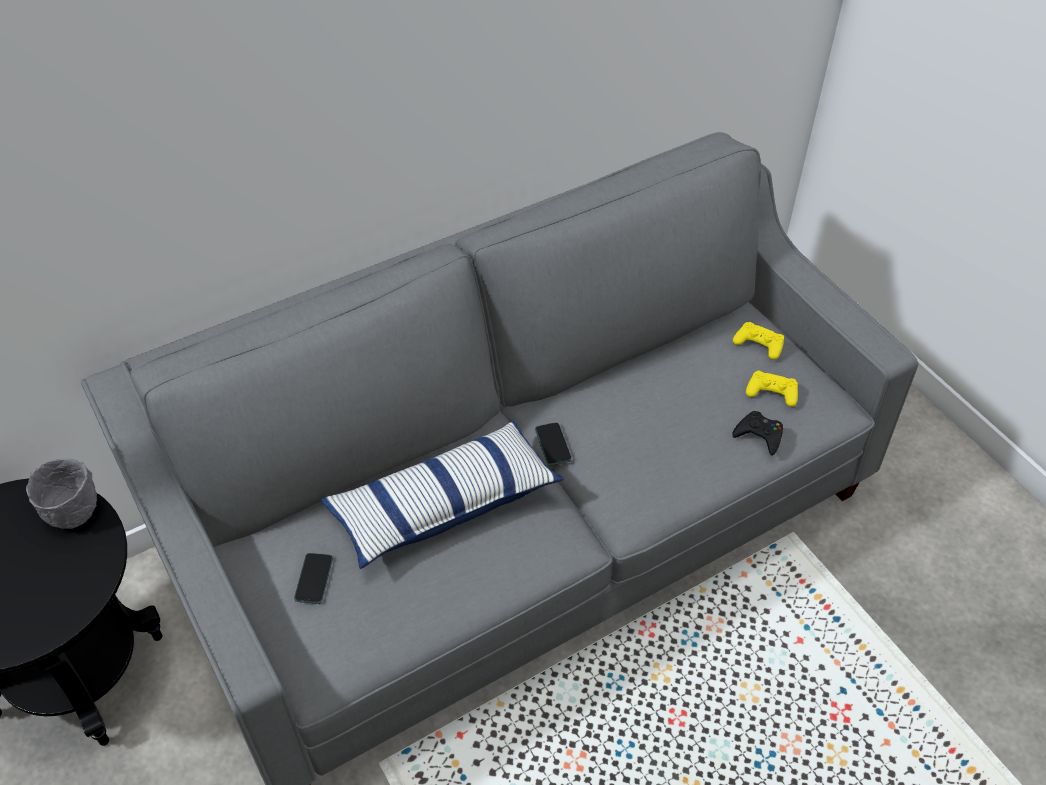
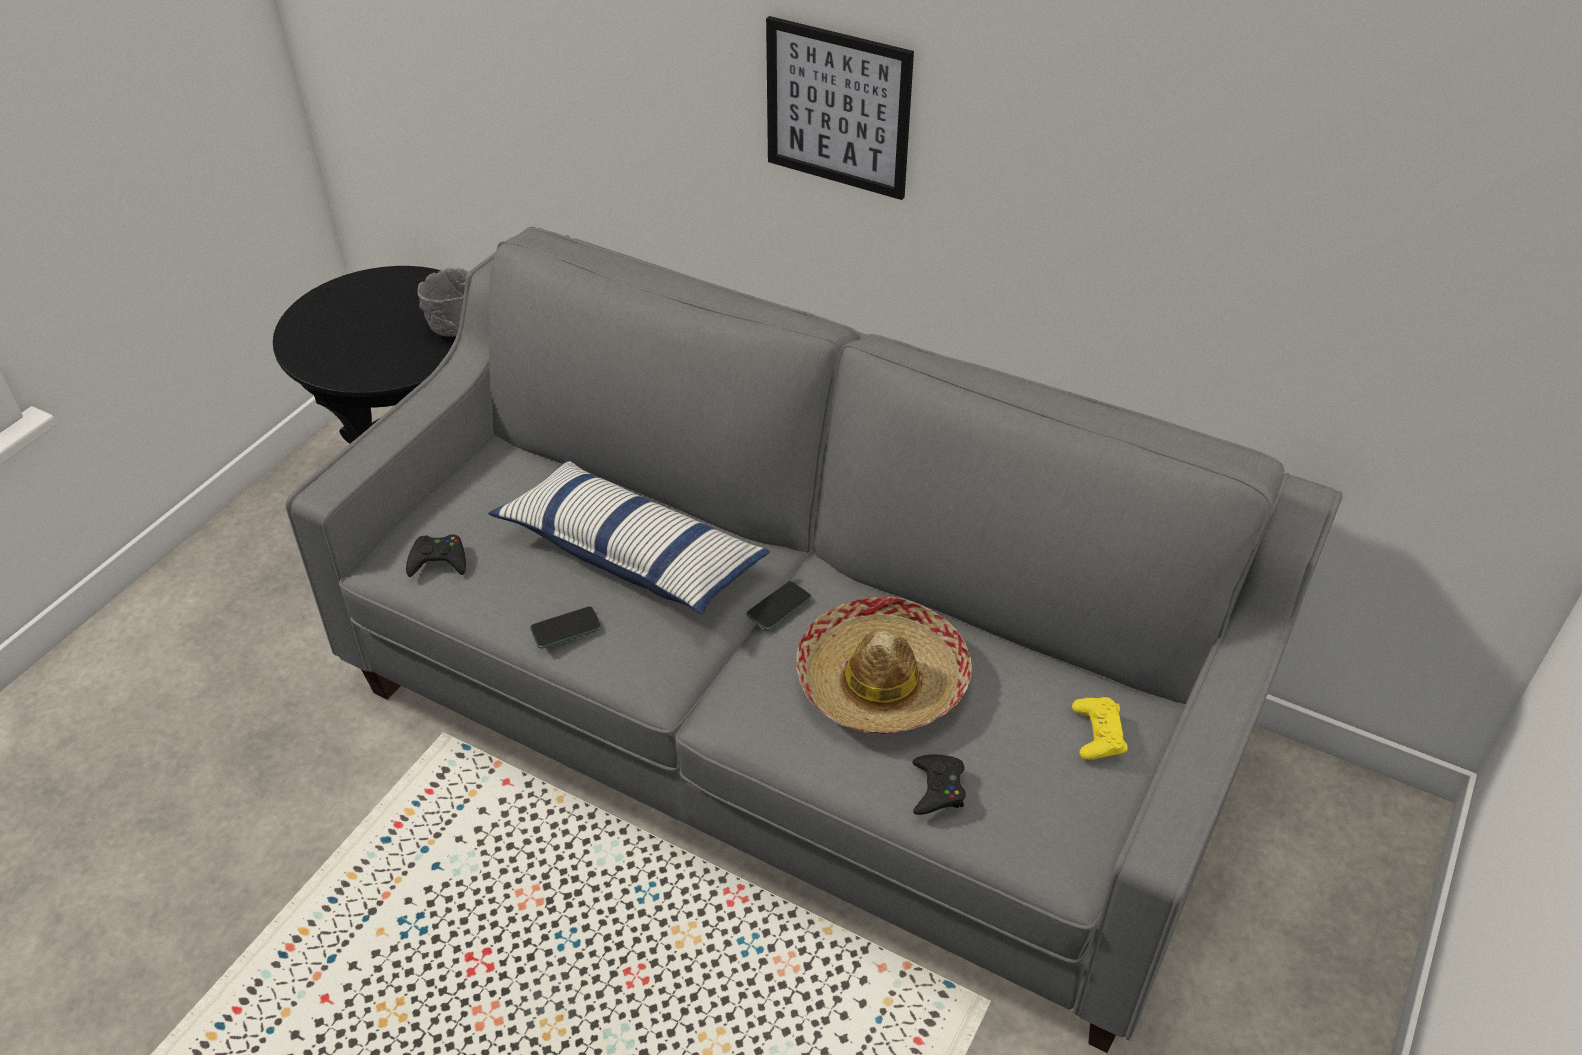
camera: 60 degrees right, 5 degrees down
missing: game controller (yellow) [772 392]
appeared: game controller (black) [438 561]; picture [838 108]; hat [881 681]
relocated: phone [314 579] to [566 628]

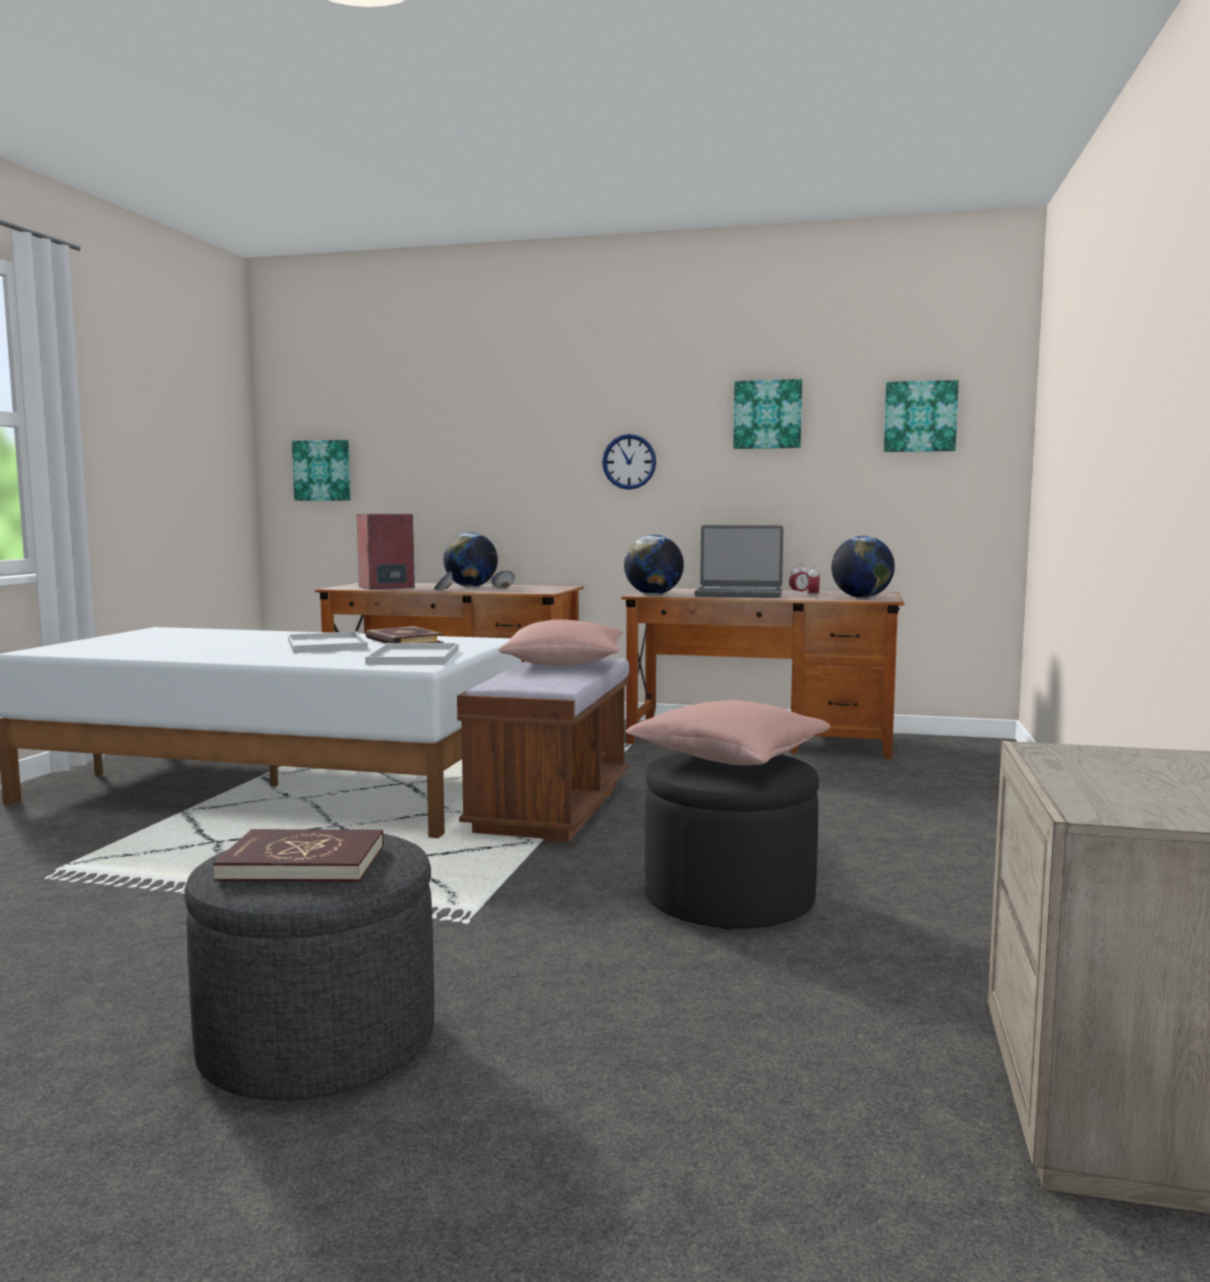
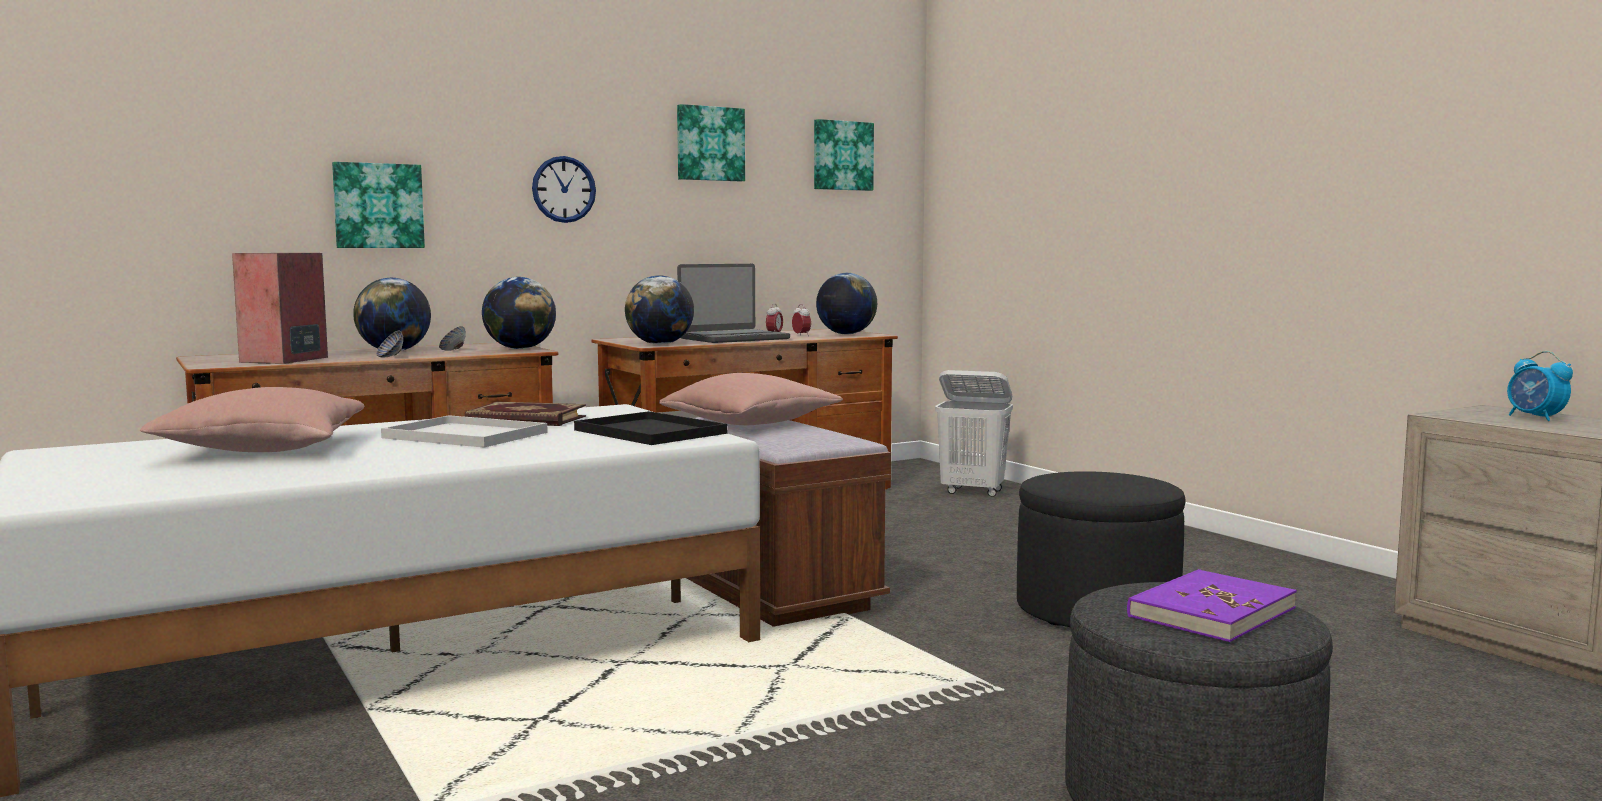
camera: 45 degrees left, 0 degrees up
appeared: globe [520 348]; laundry basket (white) [973 492]; alarm clock [1535 418]
relocated: picture [322 470] to [378 206]; pillow (pink) [729 758] to [263 449]
colour: book (red) [303 863] to book (purple) [1211 612]; tray (white) [415 657] to tray (black) [653 432]

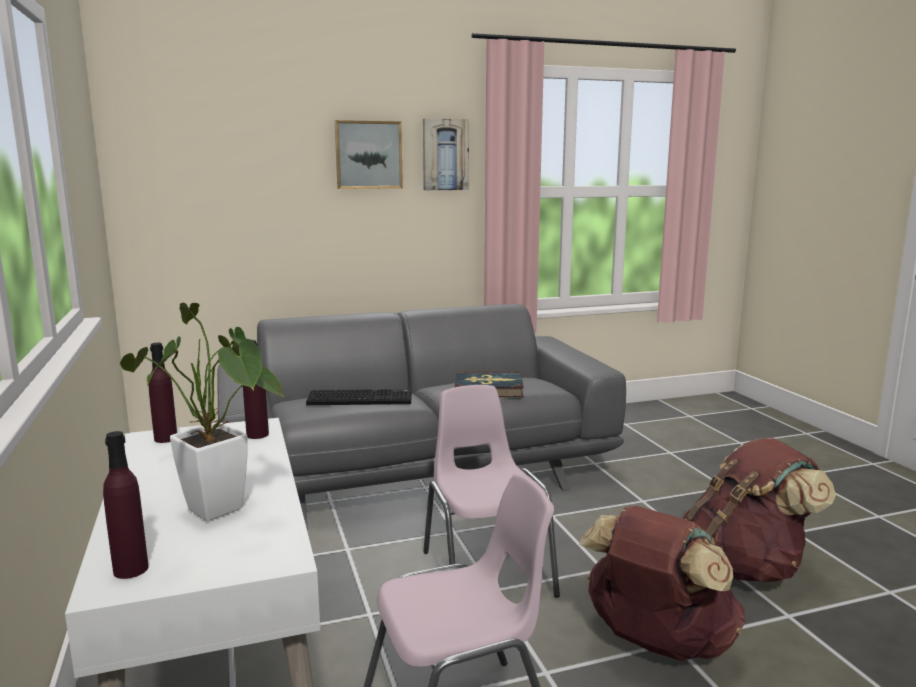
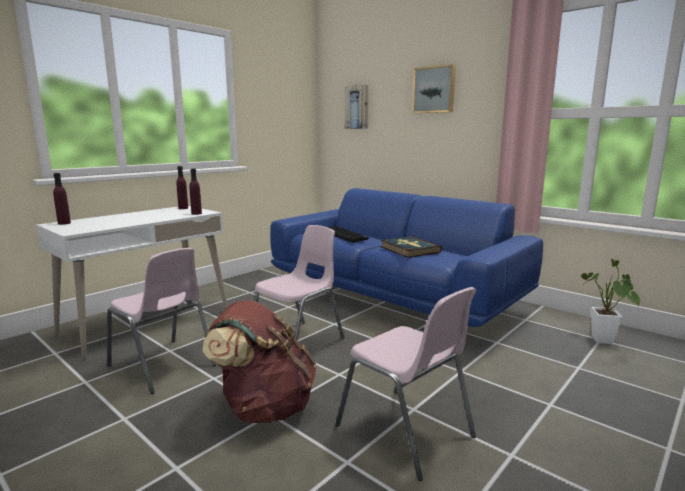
camera: 60 degrees right, 0 degrees up
relocated: potted plant [221 514] to [603 342]; picture [445 155] to [357 107]
exchanged: backpack (brown) [746 567] to chair (pink) [406 432]
colour: sofa (grey) [419 471] to sofa (blue) [393 299]

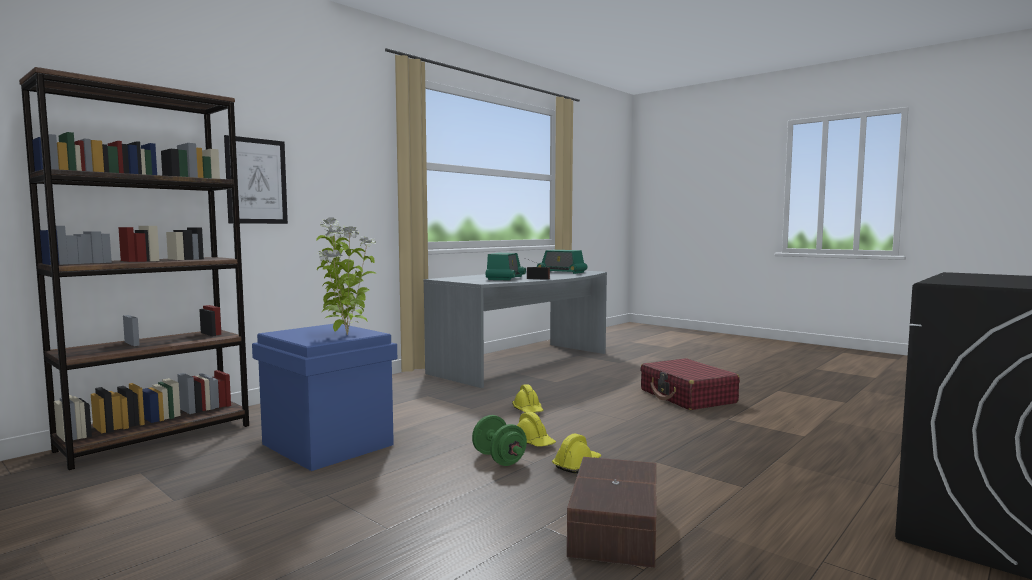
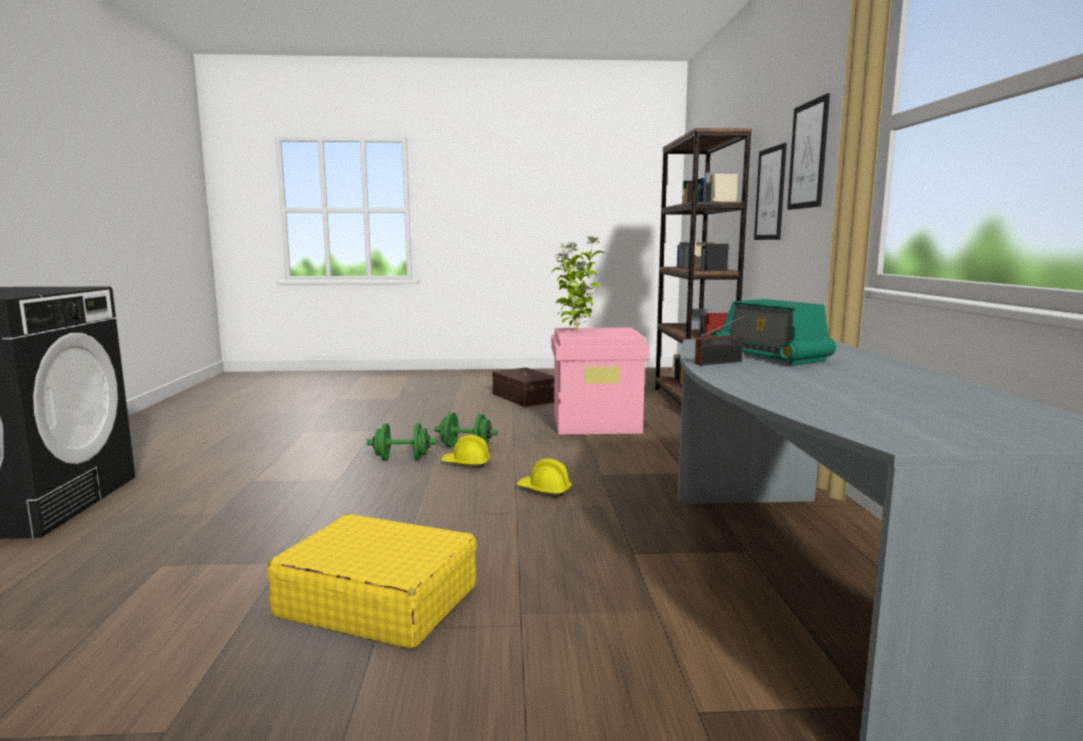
camera: 135 degrees right, 5 degrees up
missing: radio [562 272]
appeared: picture [808 155]
relocated: storage box (brown) [612 529] to [526 397]
exchanged: hard hat (yellow) [577 465] to dumbbell (green) [402 459]
colour: storage box (blue) [326 444] to storage box (pink) [597 423]; suitcase (red) [687 396] to suitcase (yellow) [377 601]

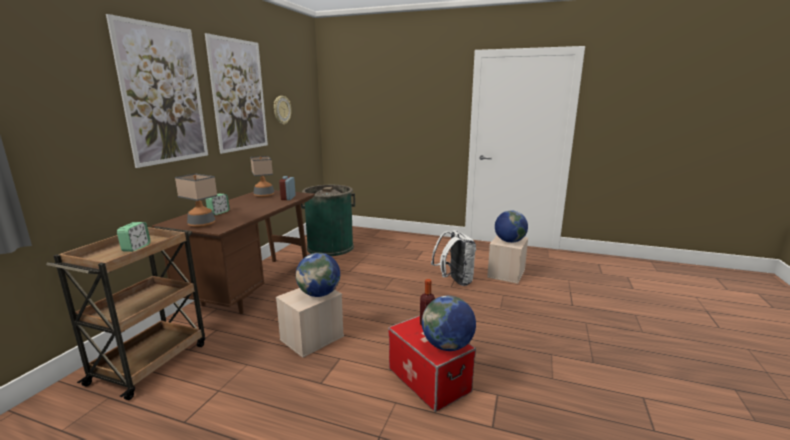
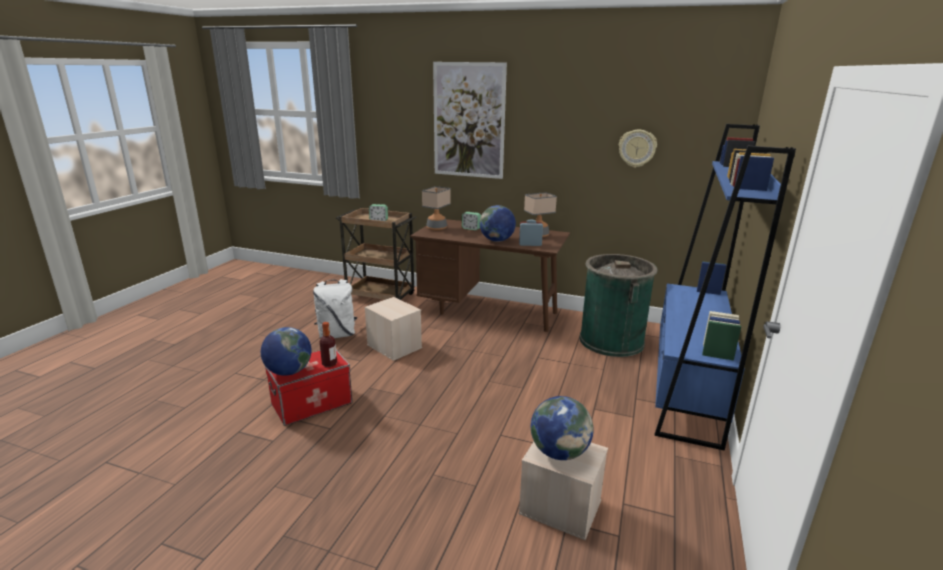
camera: 90 degrees right, 5 degrees up
missing: picture [239 95]
appeared: bookcase (blue) [686 389]
relocated: globe [319 294] to [497 240]; backpack (white) [454 281] to [337 334]

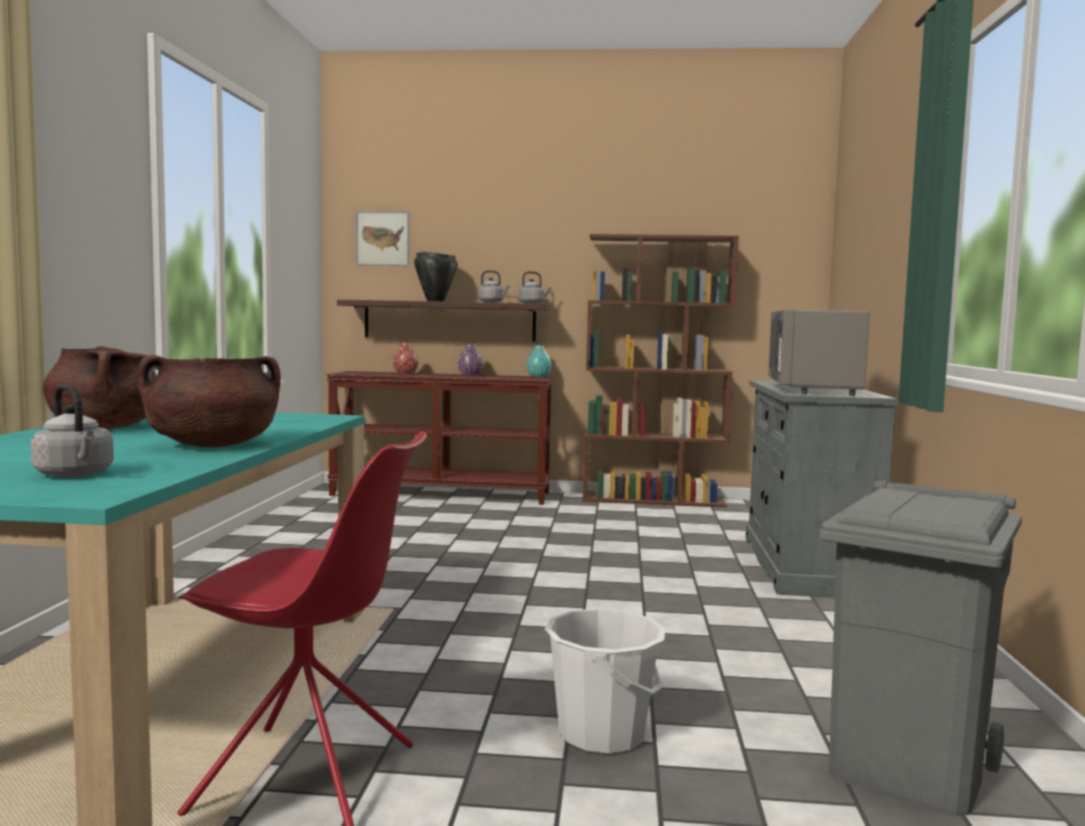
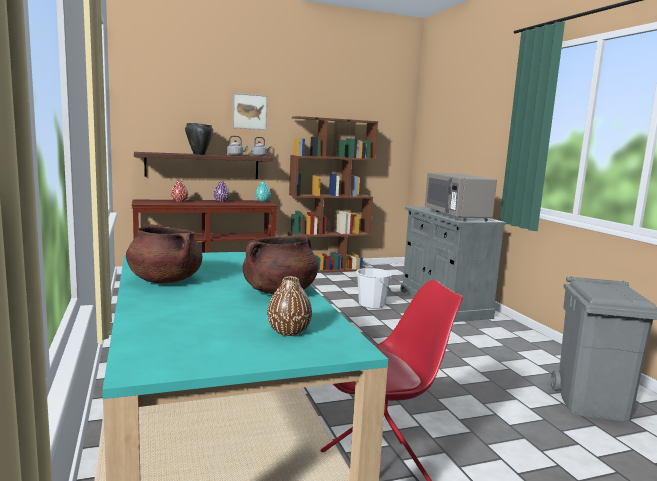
camera: 25 degrees left, 5 degrees up
relocated: picture [382 238] to [249 111]; bucket (white) [602 734] to [372 304]
exchanged: kettle (grey) [75 475] to vase (brown) [289 331]

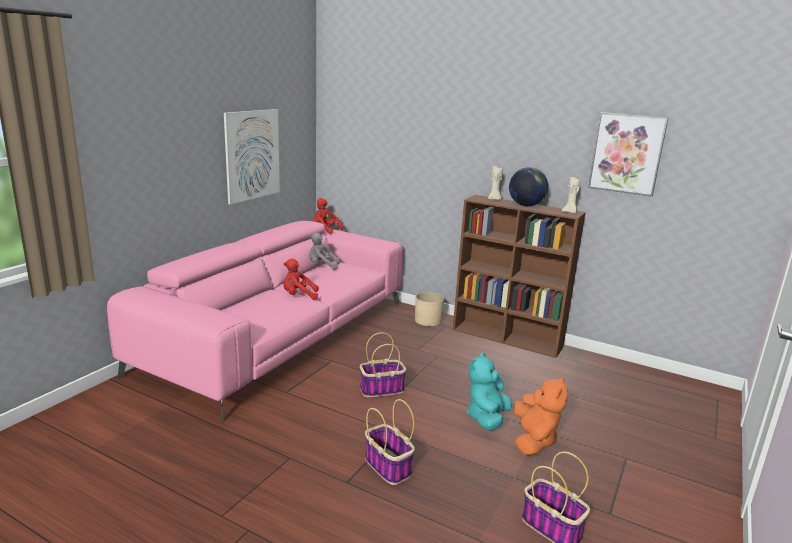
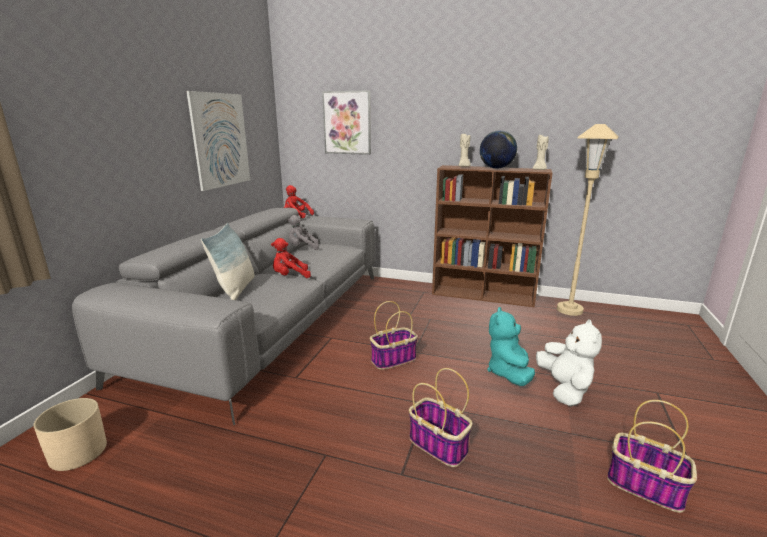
camera: 10 degrees left, 0 degrees up
appeared: pillow [236 290]; floor lamp (beige) [569 310]
relocated: planter (beige) [428 320] to [79 452]; picture [626 153] to [347 123]
colour: sofa (pink) [279 335] to sofa (grey) [270 320]; plush toy (orange) [533 440] to plush toy (white) [564 389]

